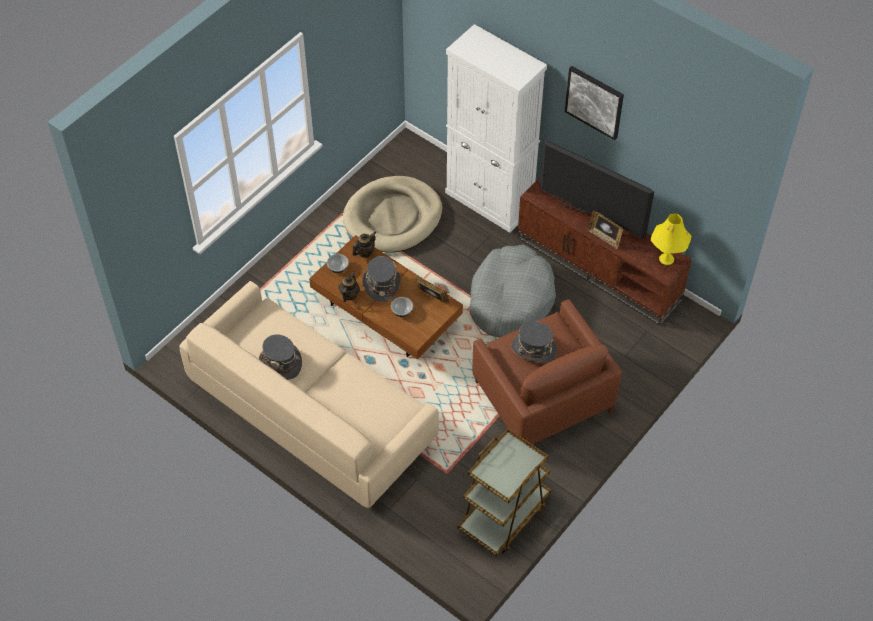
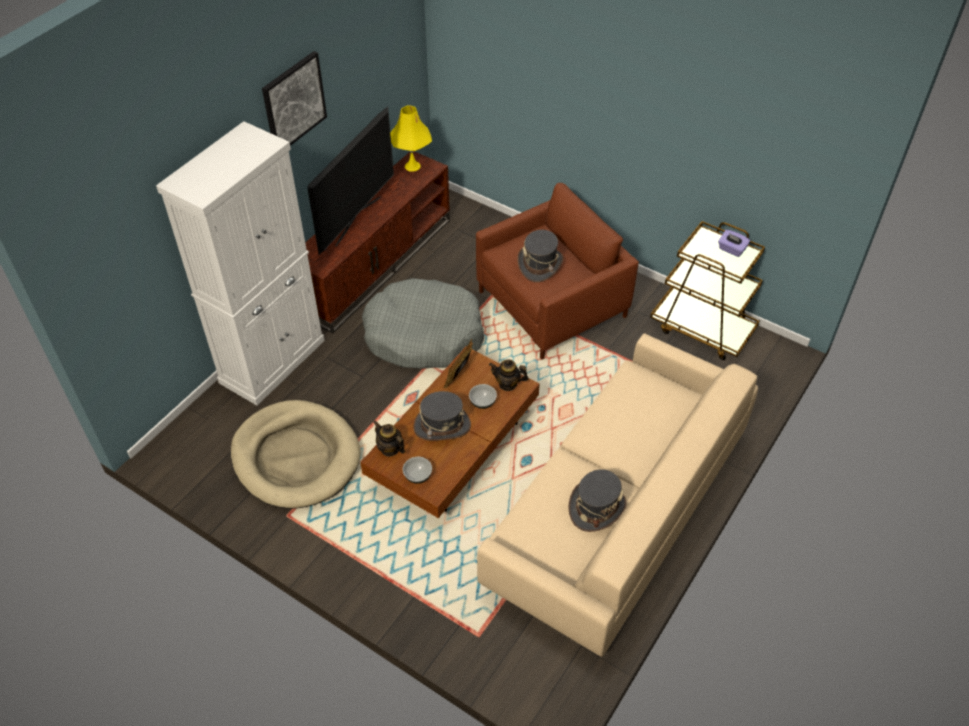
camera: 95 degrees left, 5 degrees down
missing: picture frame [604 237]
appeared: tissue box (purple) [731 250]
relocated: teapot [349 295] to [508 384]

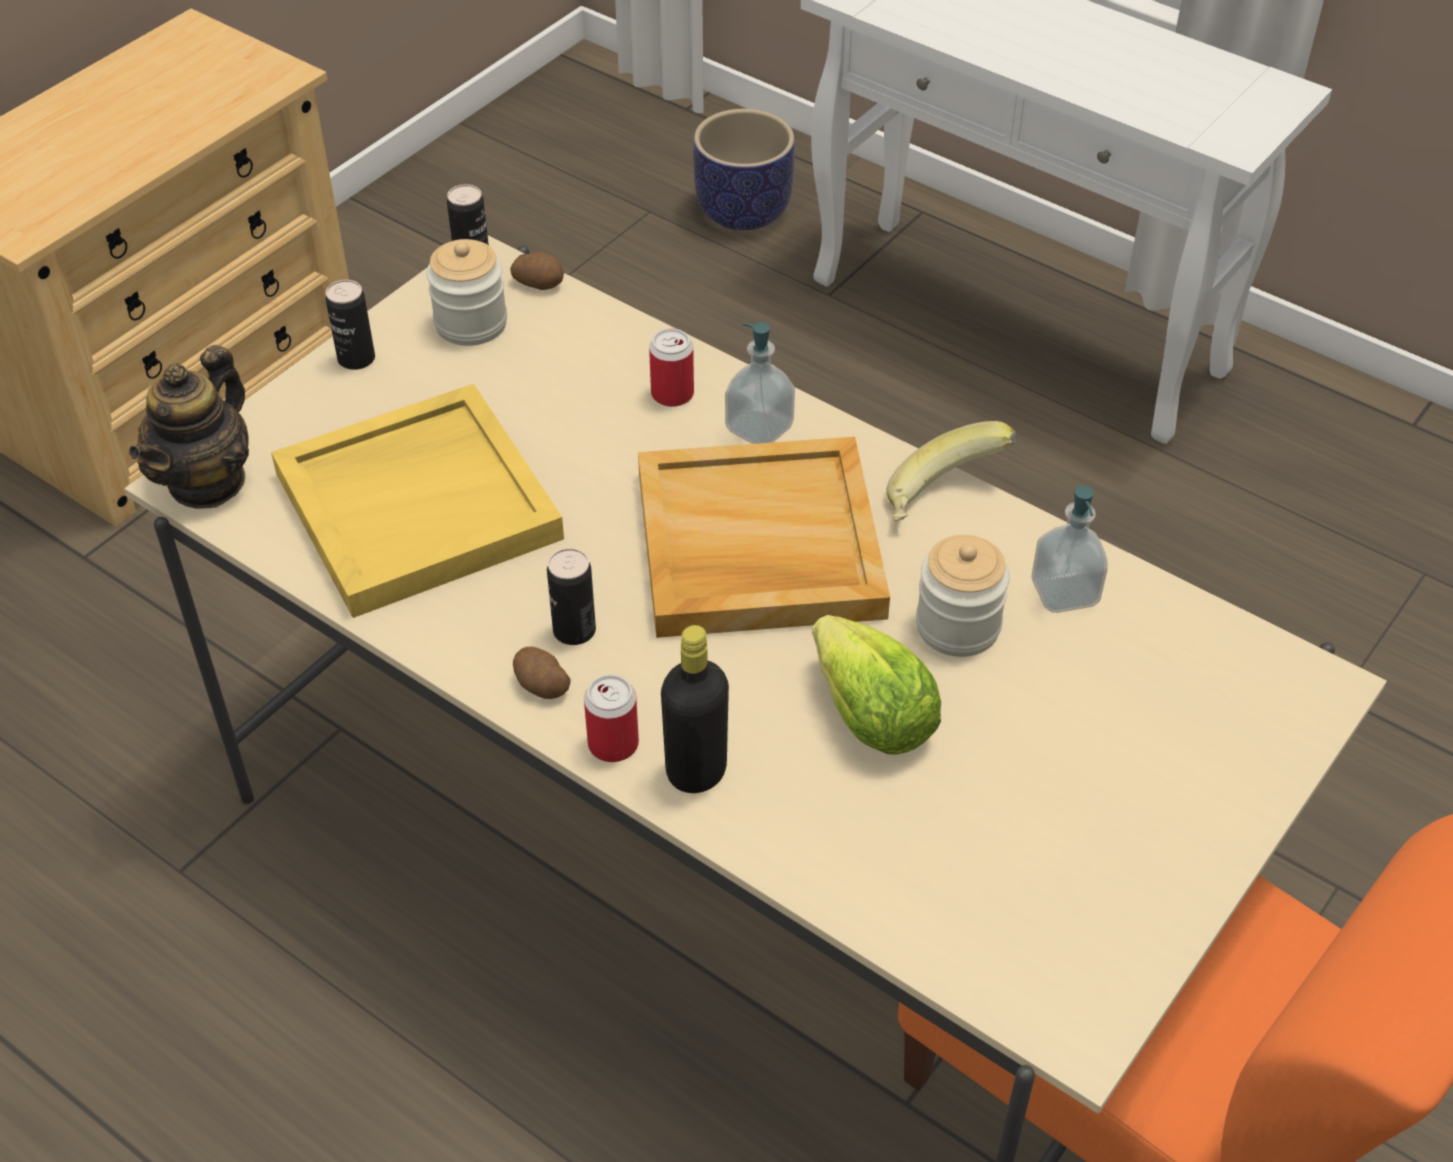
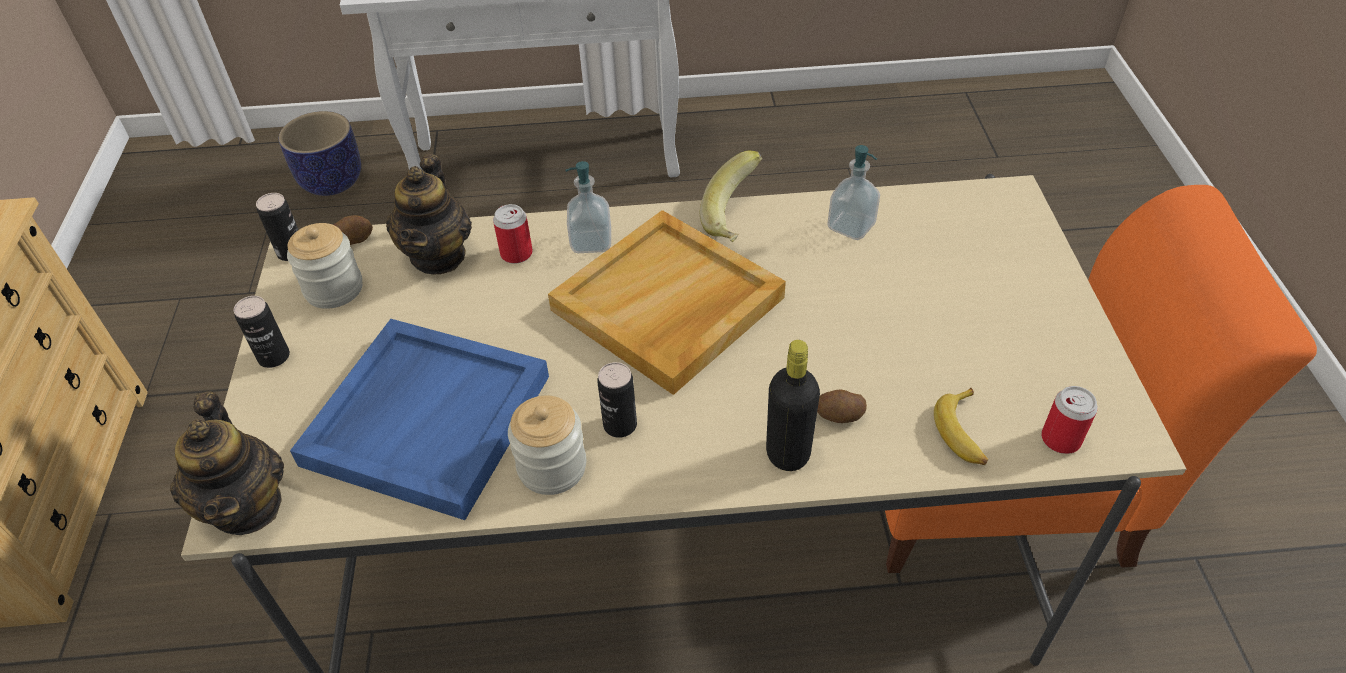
camera: 40 degrees left, 0 degrees up
missing: lettuce [871 717]
appeared: teapot [438 255]; banana [963 433]
relocated: potato [540 685] to [839 416]; can [613 744] to [1060 439]; jar [958 626] to [552 467]
colour: tray (yellow) [419 504] to tray (blue) [427 418]

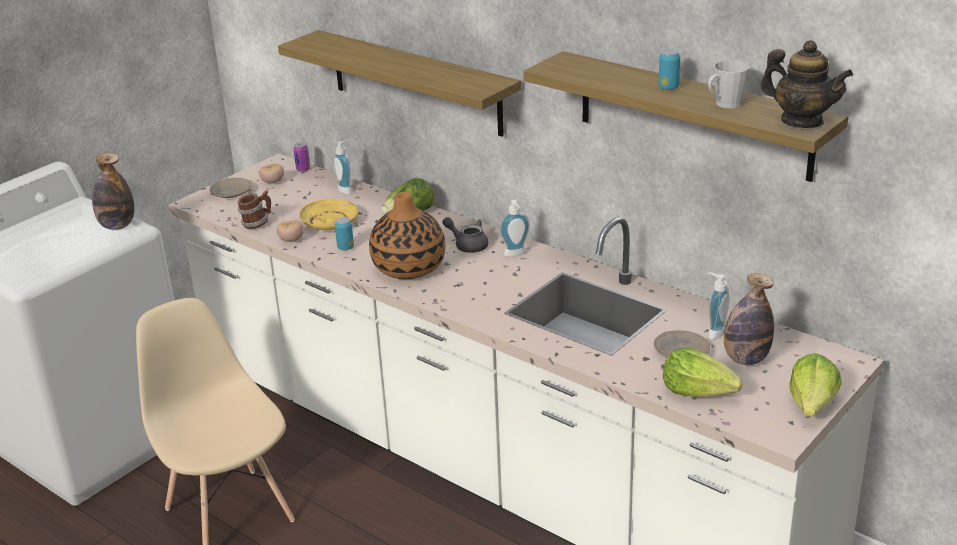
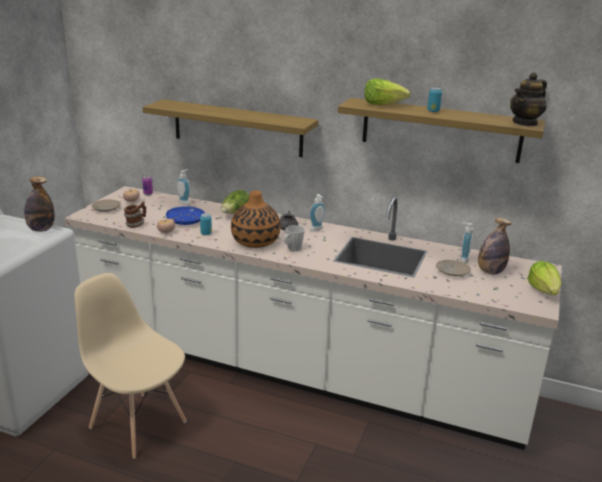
camera: 20 degrees left, 5 degrees down
relocated: lettuce [698 391] to [383 104]; mug (grey) [724 104] to [292 249]
colour: plate (yellow) [329 222] to plate (blue) [185 220]
spun: teapot [802 121] = [525 123] 120 degrees clockwise

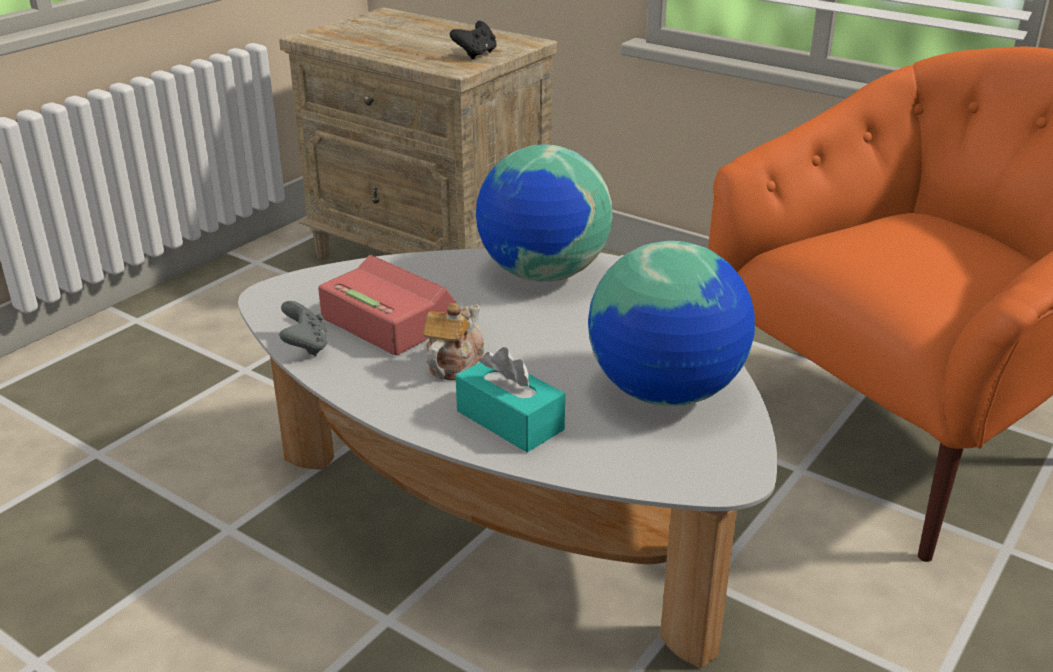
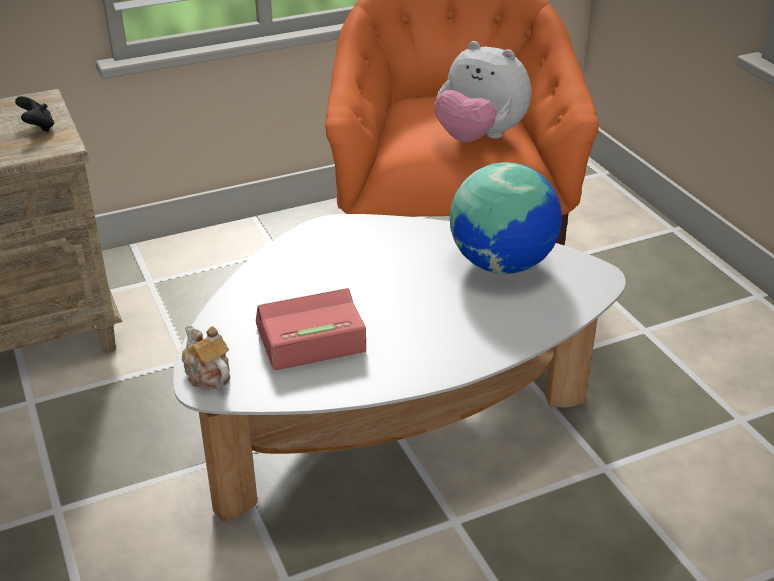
camera: 60 degrees left, 5 degrees up
missing: game controller (grey) [305 347]; tissue box (turquoise) [510 420]; globe [542 274]
appeared: plush toy [479 138]
relocated: teapot [453 363] to [207 374]

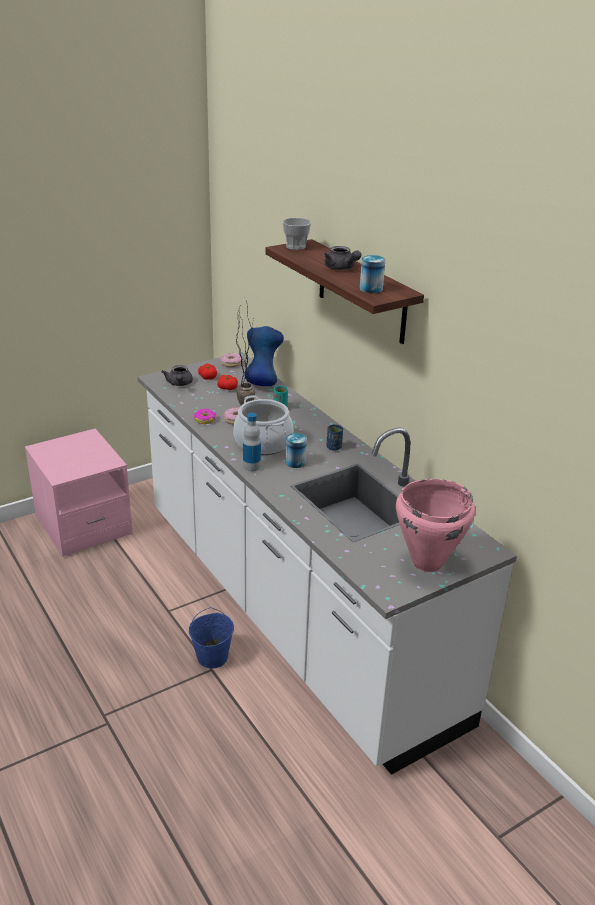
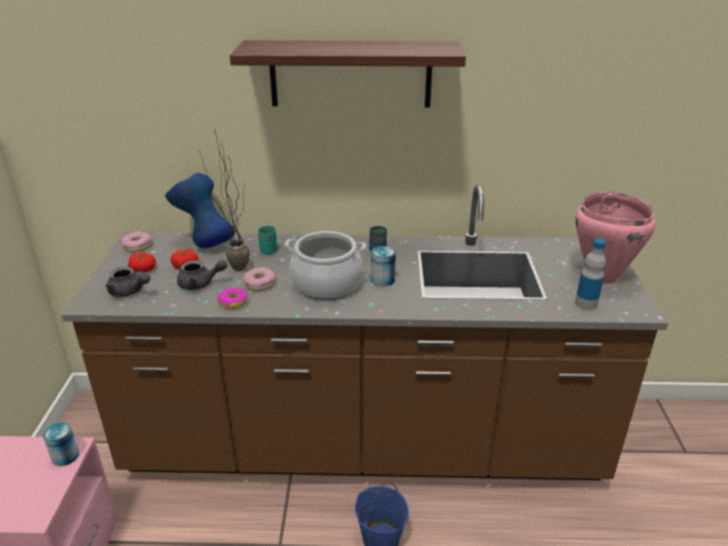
camera: 55 degrees left, 0 degrees up
missing: cup [296 247]
relocated: bottle [251 466] to [586 303]; teapot (grey) [341 268] to [200 284]; can [371 289] to [65 456]
colour: counter (white) [292 611] to counter (brown) [364 445]

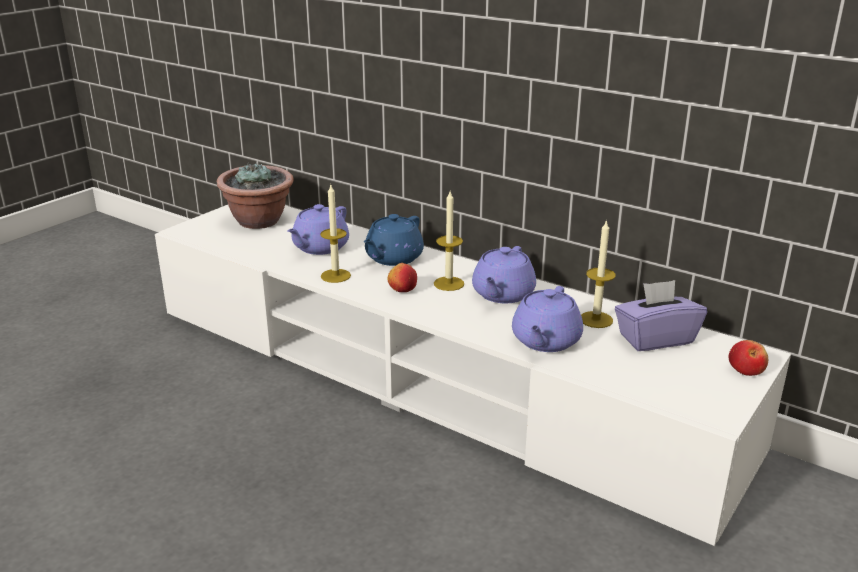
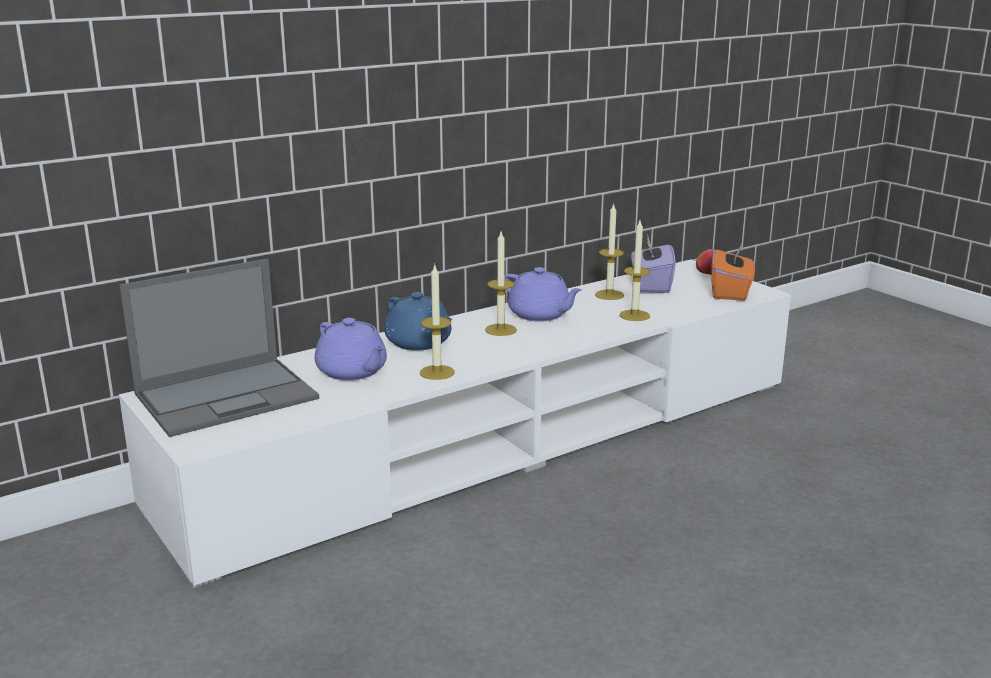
camera: 70 degrees left, 5 degrees down
missing: apple [402 290]
appeared: tissue box (orange) [730 292]
exchanged: potted plant [259 221] to laptop [228 396]; teapot (purple) [545 341] to candle [634 315]

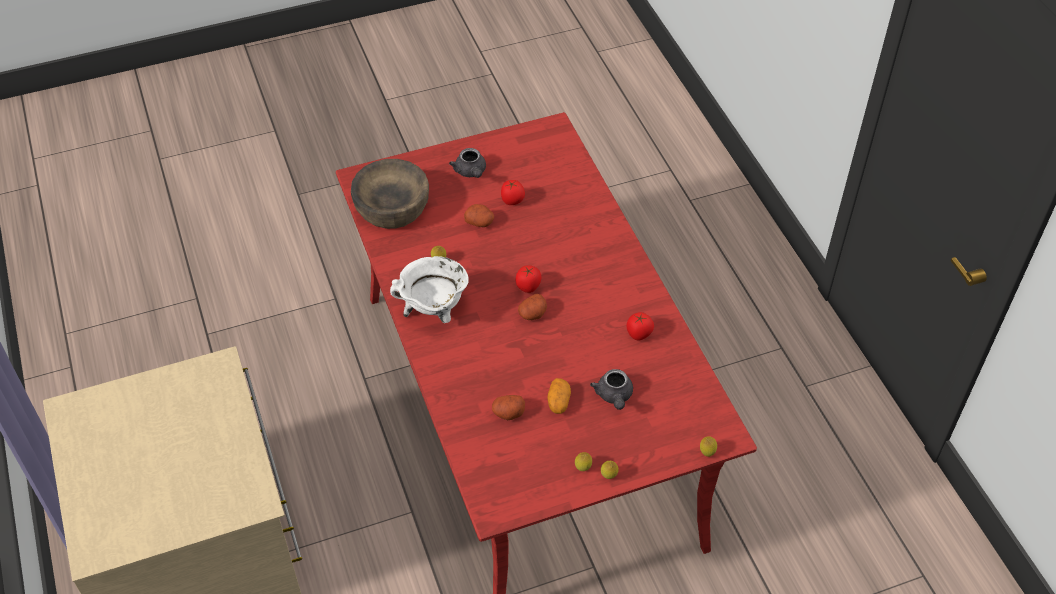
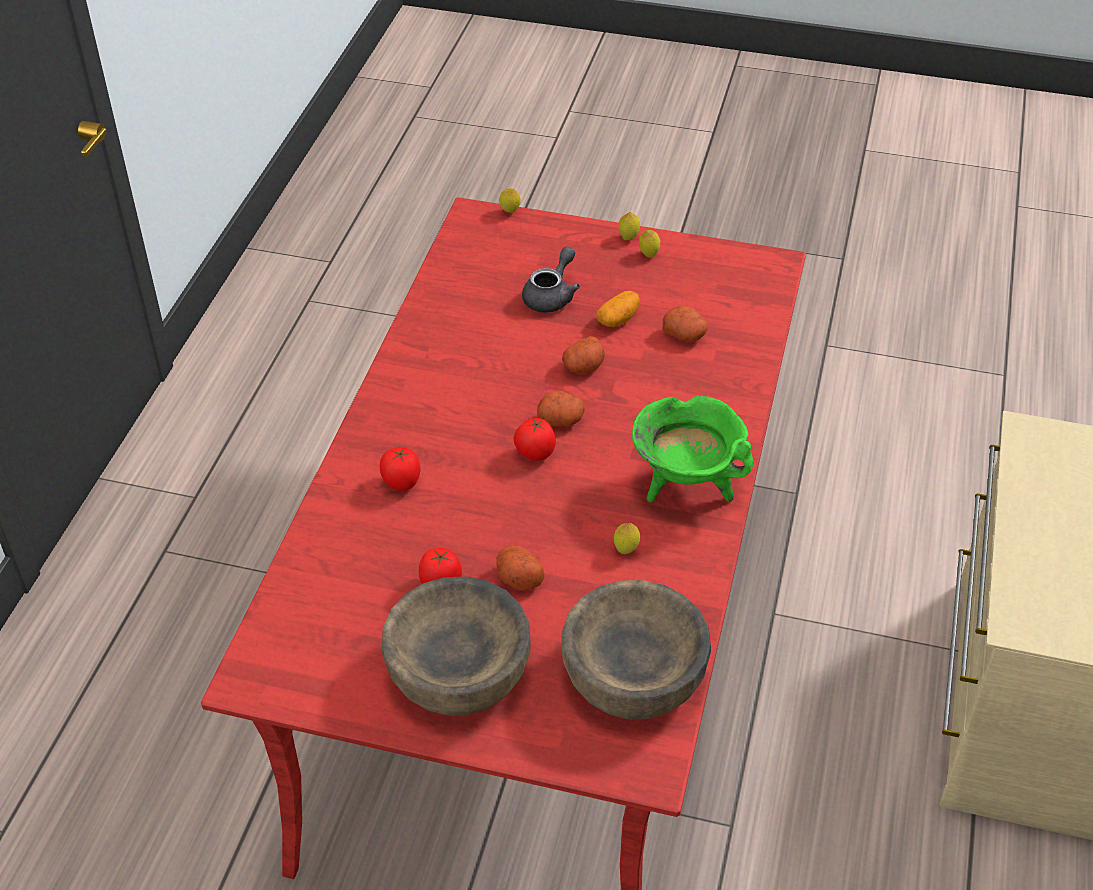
camera: 145 degrees left, 5 degrees down
appeared: potato [583 367]
relocated: tomato [639 334] to [401 483]
exchanged: teapot (grey) [471 172] to bowl (brown) [458 671]
colour: cooking pot (white) [434 311] to cooking pot (green) [686 485]

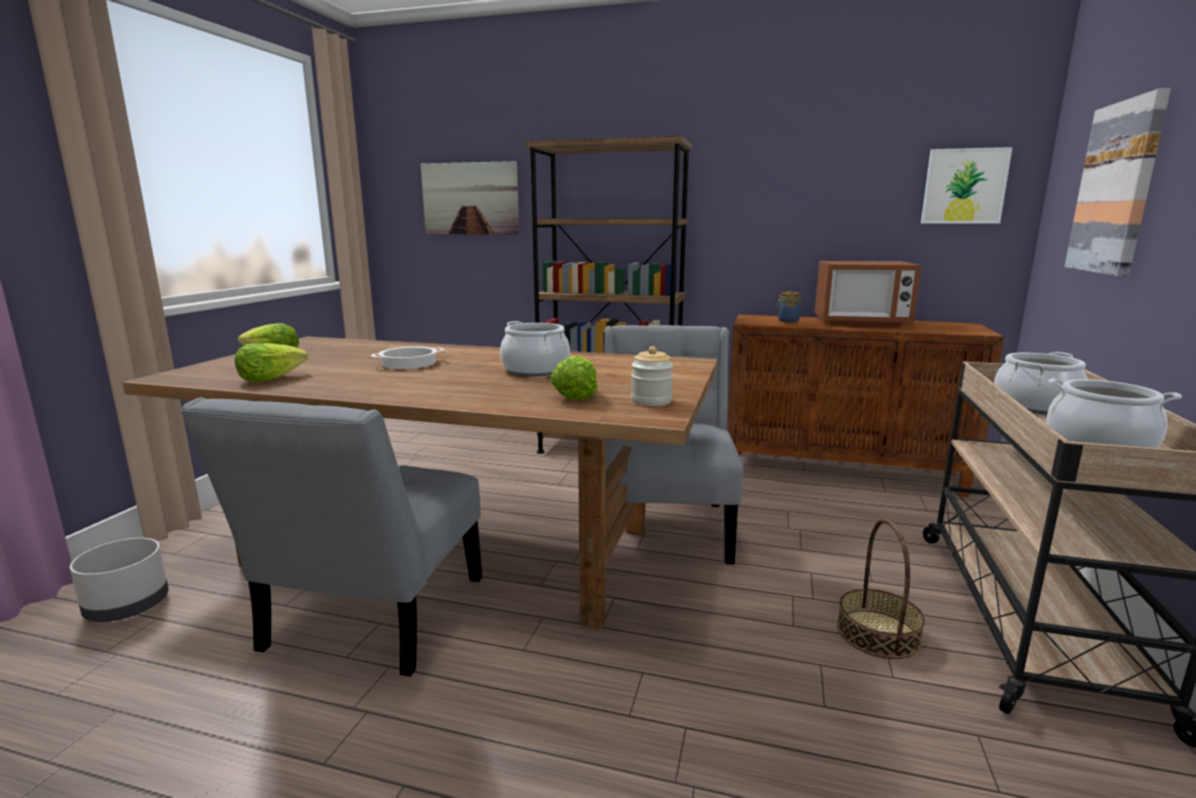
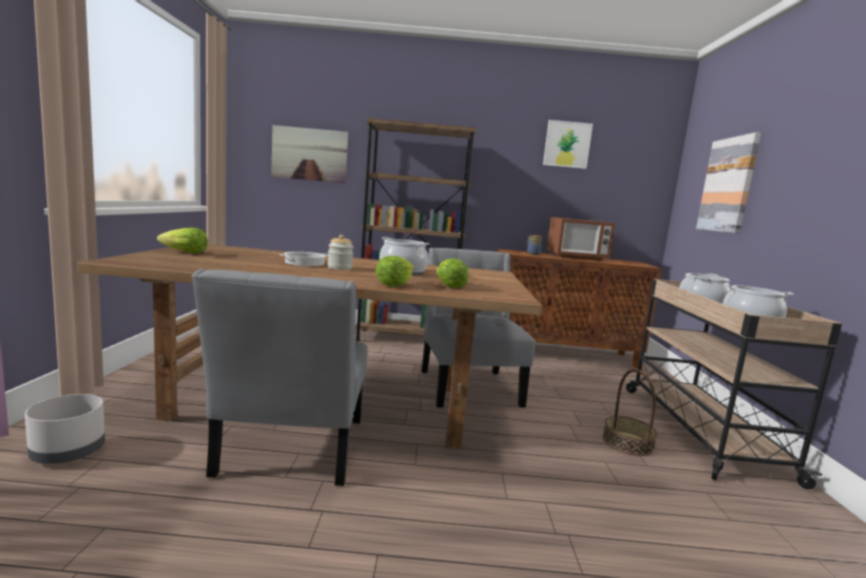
camera: 15 degrees left, 5 degrees down
relocated: lettuce [271 378] to [394 284]; jar [651 401] to [339 268]; picture [964 186] to [567 144]

